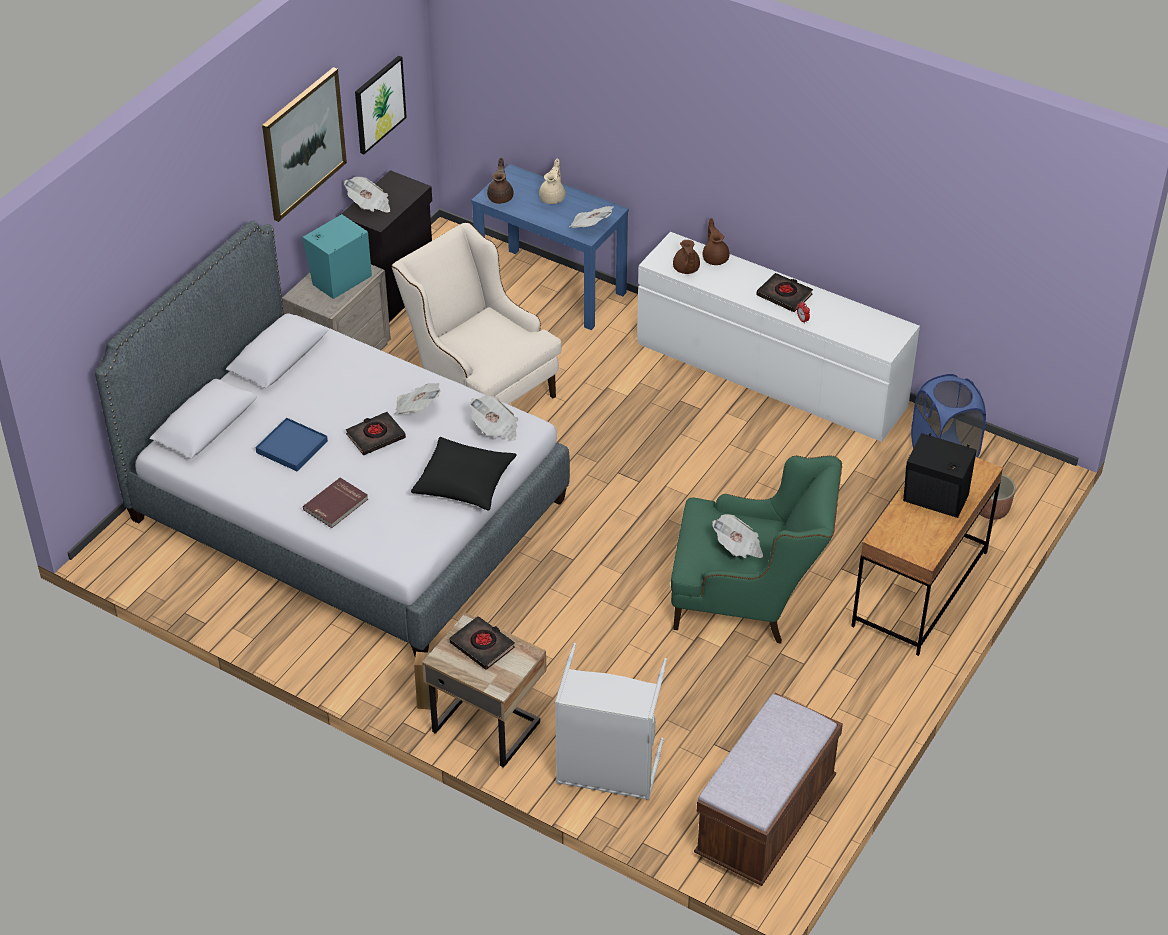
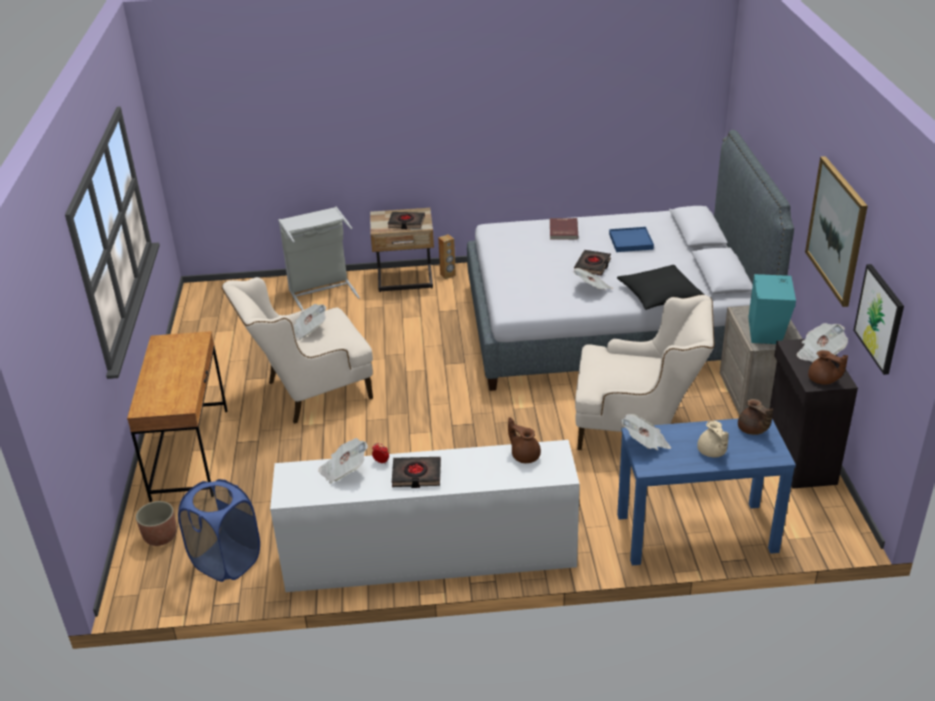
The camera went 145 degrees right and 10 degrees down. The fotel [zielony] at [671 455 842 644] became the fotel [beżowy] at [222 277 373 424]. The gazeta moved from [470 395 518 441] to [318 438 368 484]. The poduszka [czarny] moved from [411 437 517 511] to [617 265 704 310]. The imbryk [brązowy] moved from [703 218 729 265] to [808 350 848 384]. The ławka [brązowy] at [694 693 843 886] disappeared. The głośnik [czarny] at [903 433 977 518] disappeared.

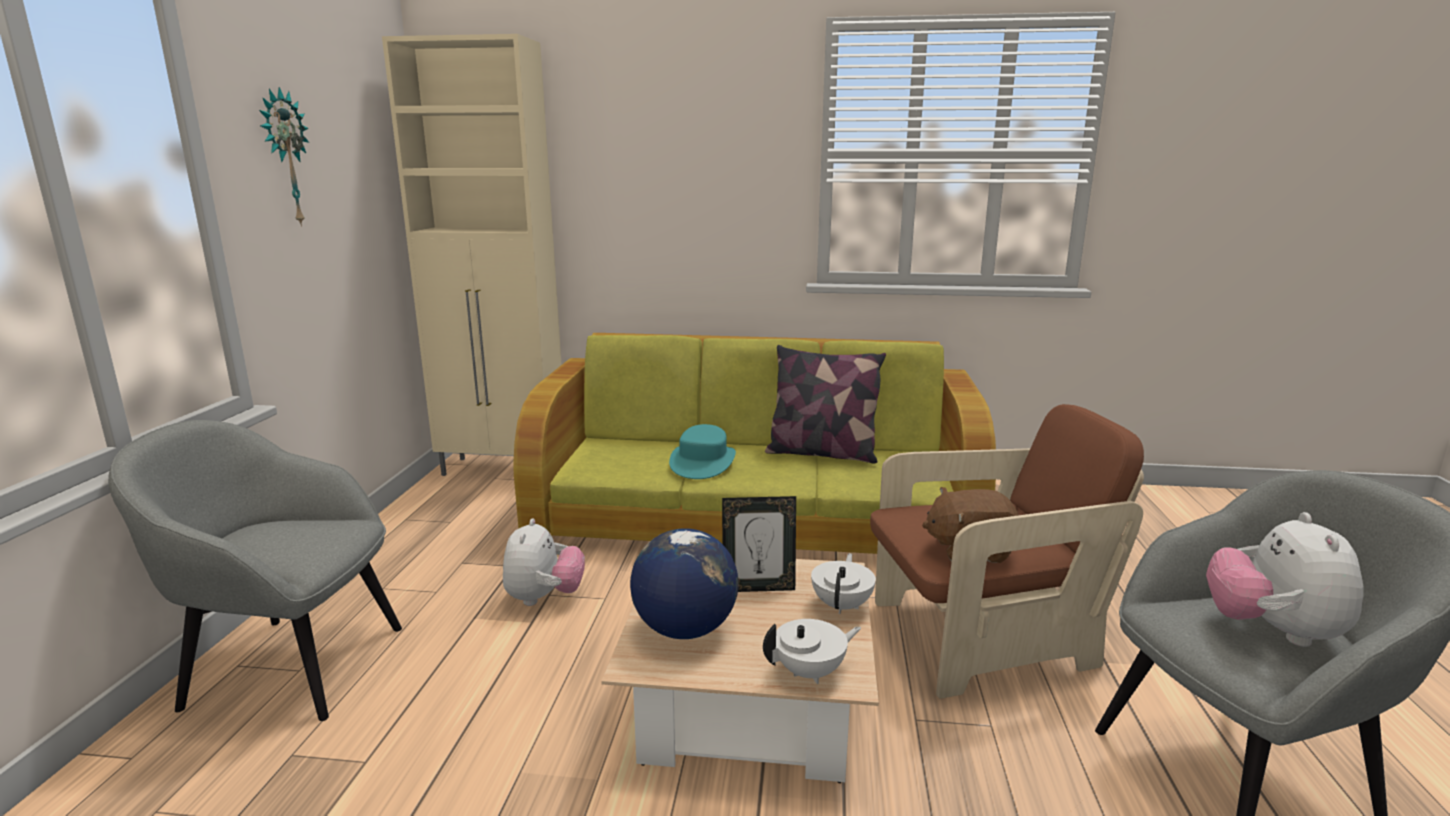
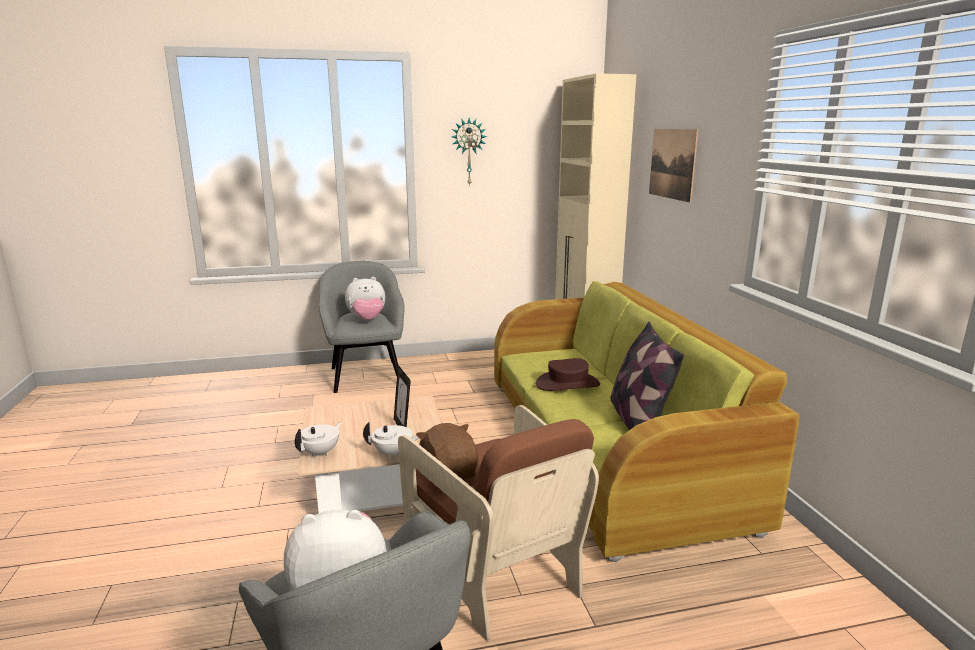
The camera went 70 degrees right and 0 degrees up. The imbryk [biały] at [763 619 861 684] turned 105 degrees counterclockwise. The pluszak moved from [503 518 585 606] to [345 277 385 320]. The kapelusz [turkusowy] at [669 424 736 479] became the kapelusz [brązowy] at [536 358 600 391]. The obraz at [649 129 698 203] appeared. The globus at [630 528 738 639] disappeared.

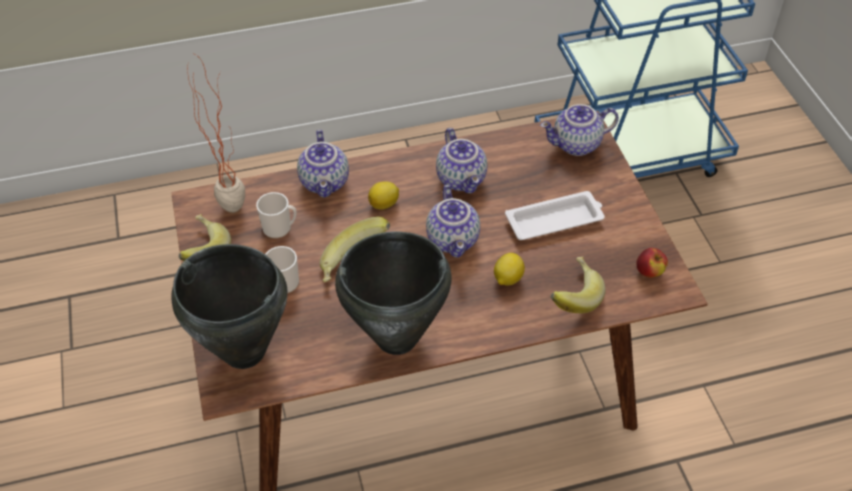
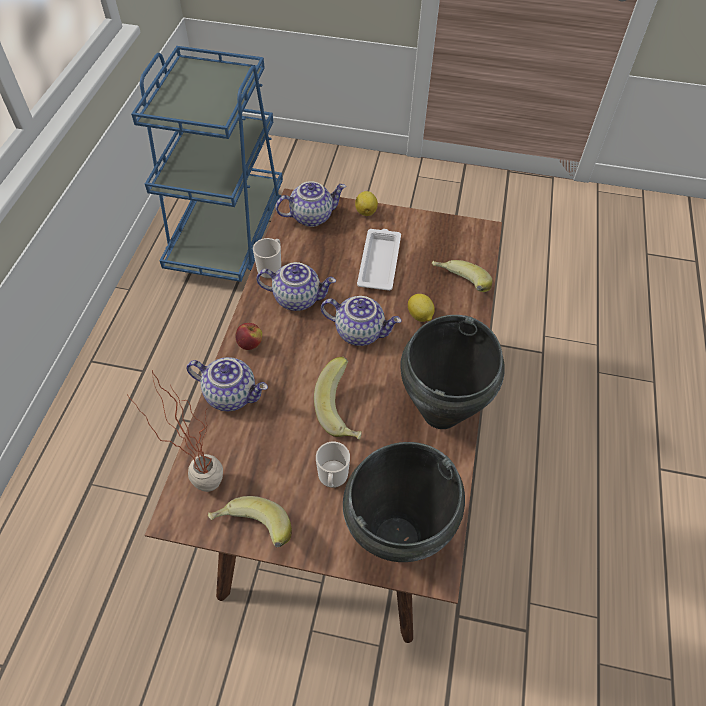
The camera went 65 degrees left and 5 degrees up. The jabłko moved from [637 248 668 278] to [236 323 262 350]. The kubek moved from [256 192 296 239] to [253 238 281 279]. The imbryk at [540 104 619 156] turned 120 degrees counterclockwise. The cytryna moved from [368 182 399 210] to [355 191 378 216].

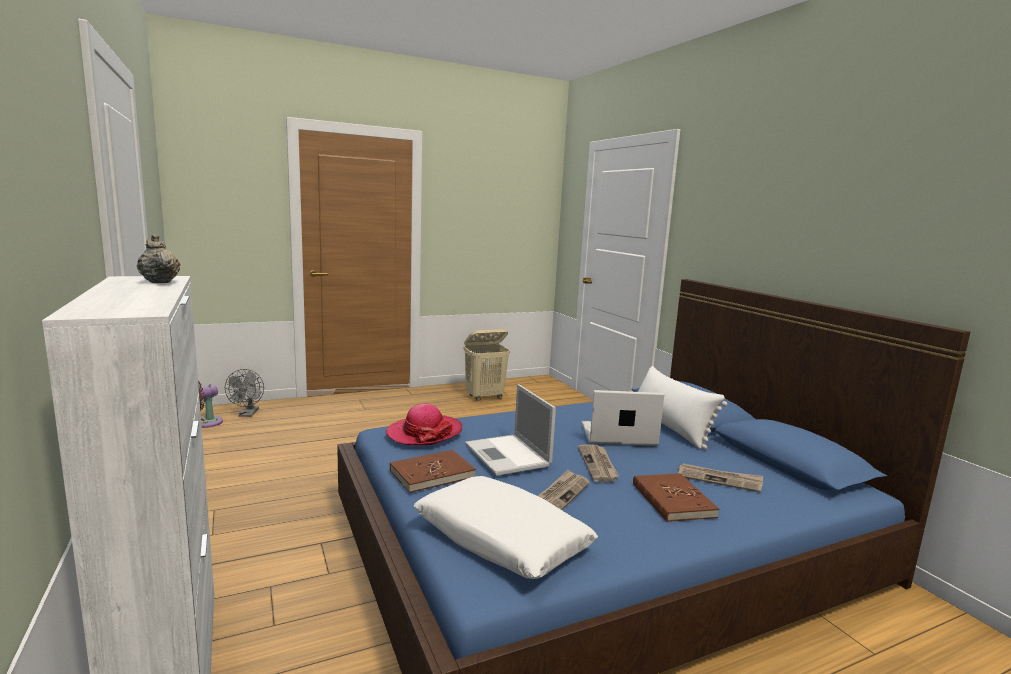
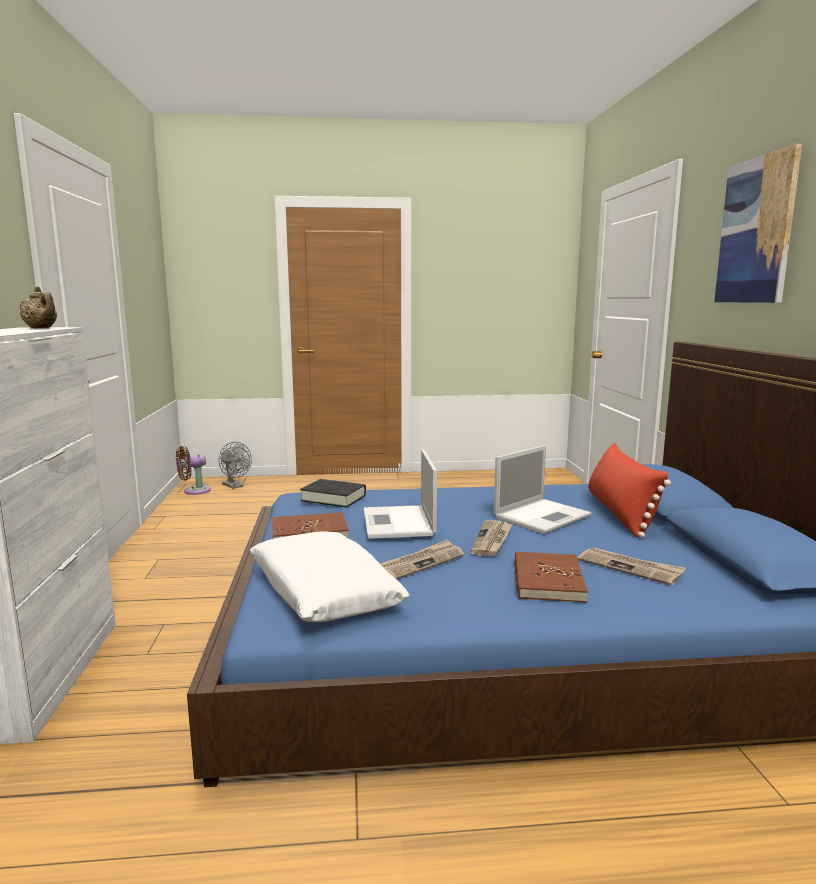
The camera went 20 degrees right and 0 degrees up. The imbryk [beżowy] at [137 234 181 283] turned 150 degrees clockwise. The wentylator [szary] at [225 369 264 417] turned 60 degrees counterclockwise. The kapelusz at [386 404 462 445] was replaced by the książka [czarny] at [300 479 366 508]. The laptop at [582 390 664 446] turned 120 degrees clockwise. The poduszka [biały] at [638 366 727 450] became the poduszka [czerwony] at [588 443 671 538]. The obraz at [714 144 802 303] appeared. The kosz na pranie [beżowy] at [463 329 510 401] disappeared.

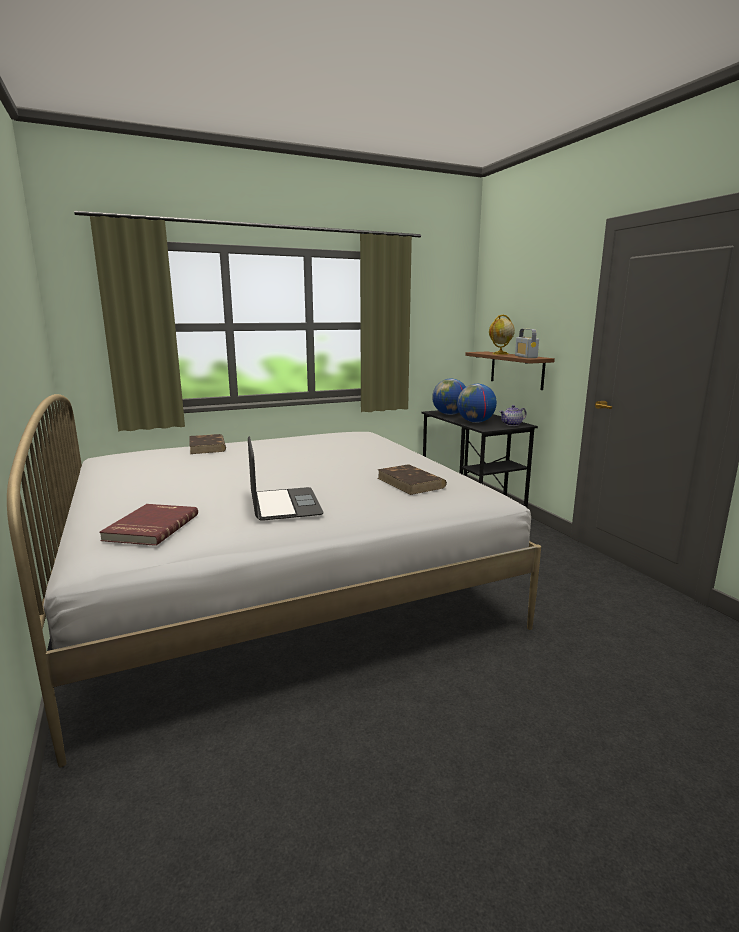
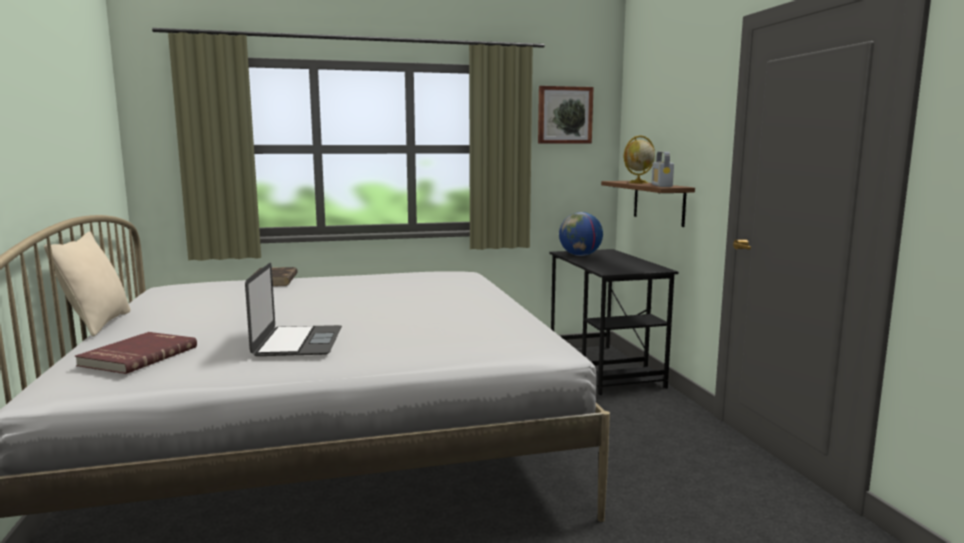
The camera went 10 degrees right and 5 degrees down. The poduszka [beżowy] at [44 231 131 336] appeared. The obraz at [538 86 594 144] appeared. The książka [brązowy] at [377 464 447 495] disappeared. The globus at [457 384 497 423] disappeared. The imbryk at [500 405 527 426] disappeared.

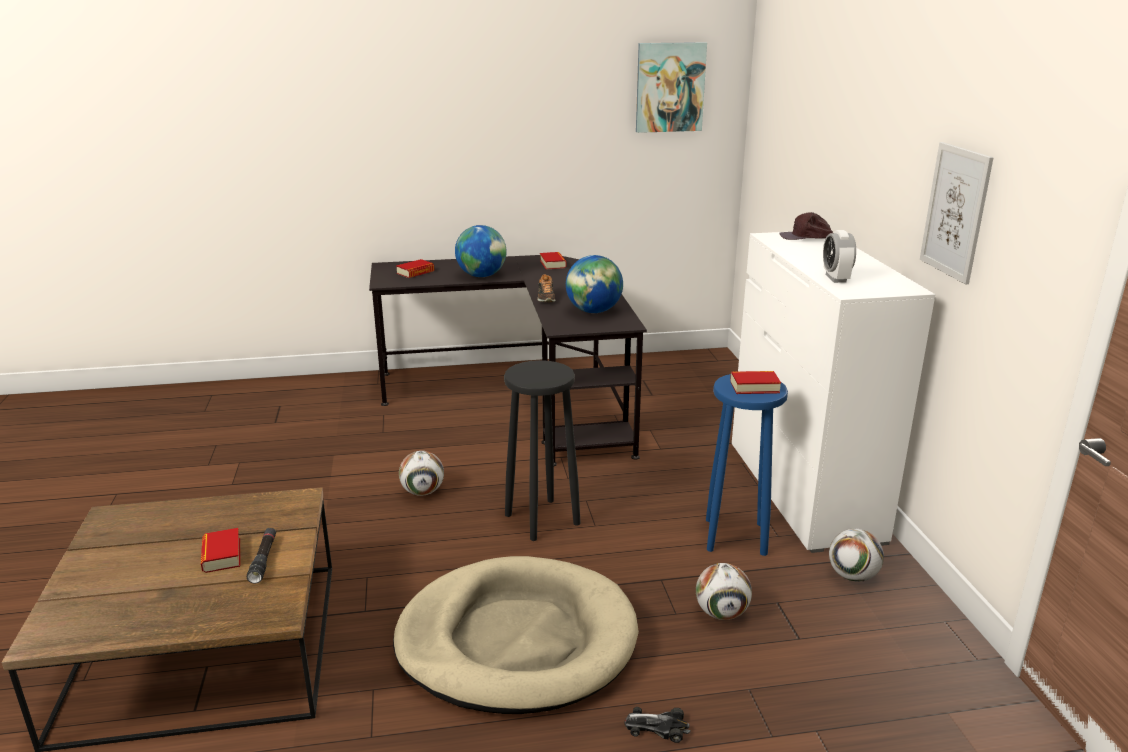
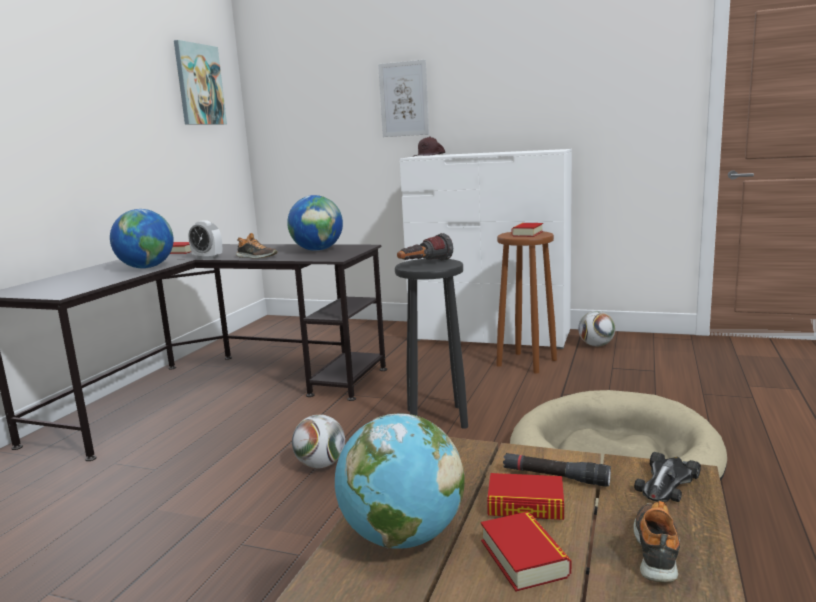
The camera went 60 degrees left and 10 degrees down. The budzik moved from [823 230 856 283] to [188 220 222 259]. The globus at [335 413 465 549] appeared. The obraz moved from [920 142 993 284] to [378 60 429 137]. The latarka at [397 233 453 261] appeared. The książka moved from [396 259 434 278] to [481 512 571 592]. The stołek [niebieski] at [706 374 788 556] became the stołek [brązowy] at [496 231 557 373]. The but at [633 501 680 583] appeared. The samochodzik moved from [624 707 691 743] to [634 452 701 502]. The piłka futbolowa at [696 563 752 620] disappeared.

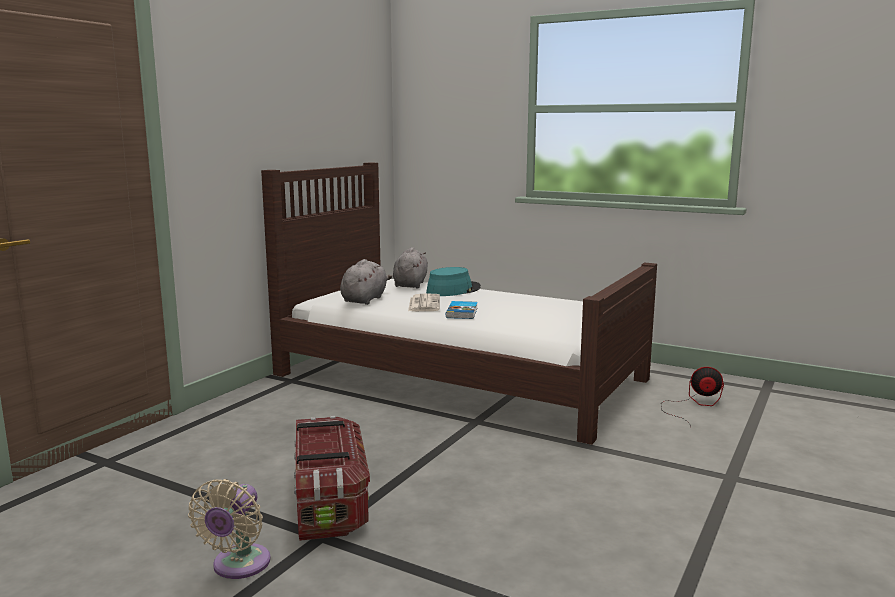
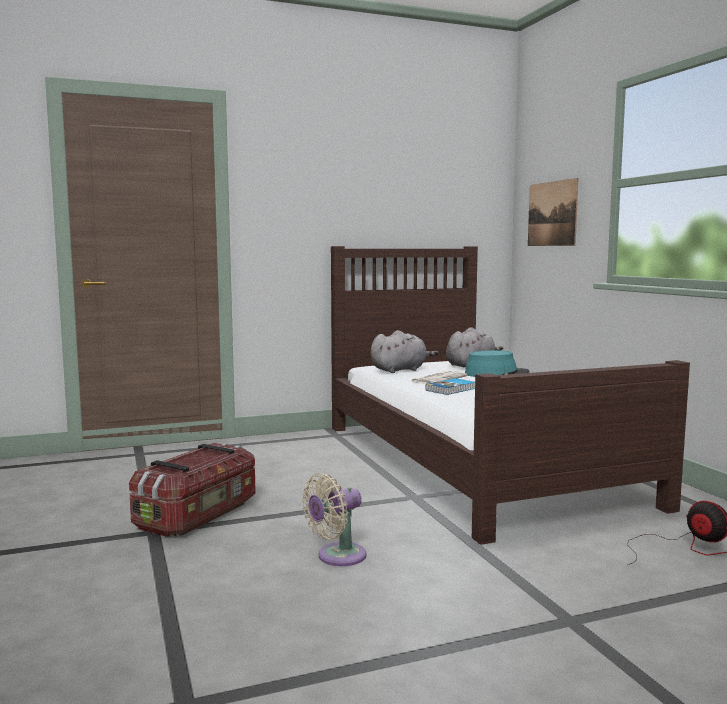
The camera went 40 degrees right and 5 degrees down. The wentylator [beżowy] moved from [188 479 271 579] to [302 473 366 566]. The obraz at [528 178 579 246] appeared.

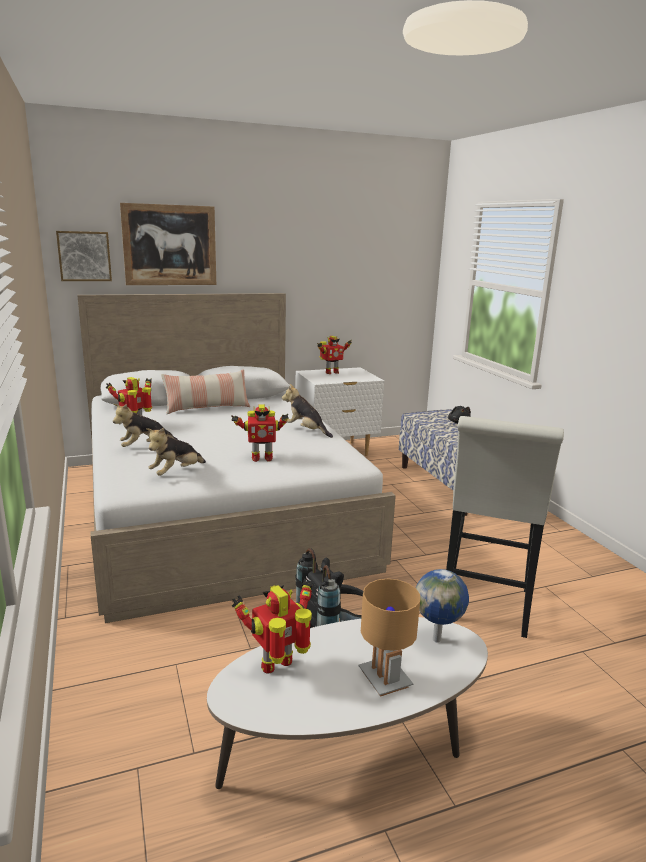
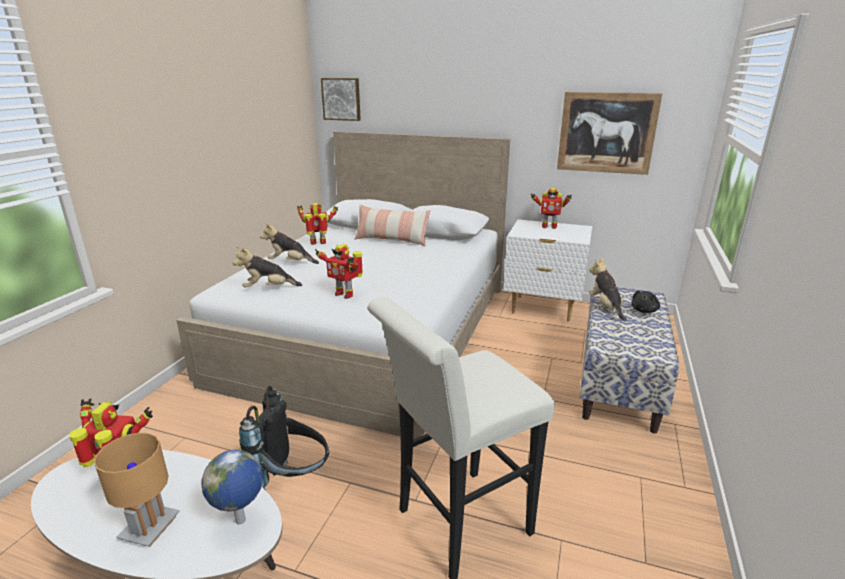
The camera went 40 degrees right and 5 degrees up. The obraz moved from [120 203 216 285] to [557 92 662 175]. The pluszak moved from [282 384 333 438] to [589 257 627 321].

